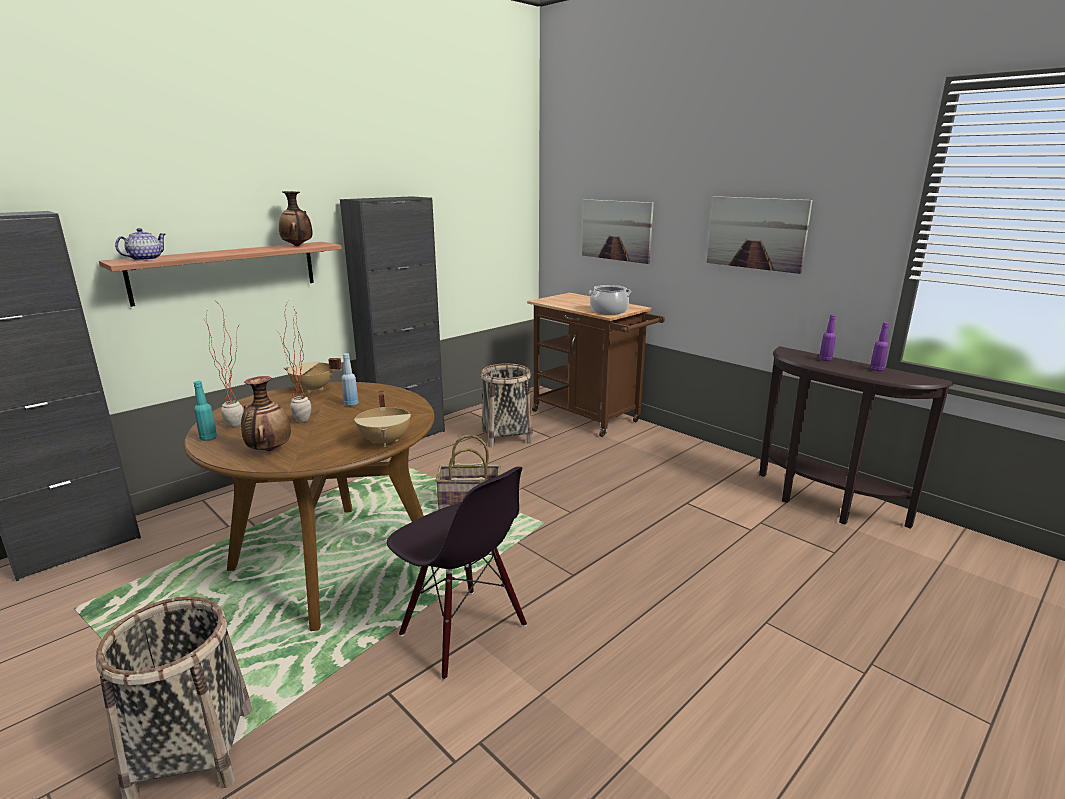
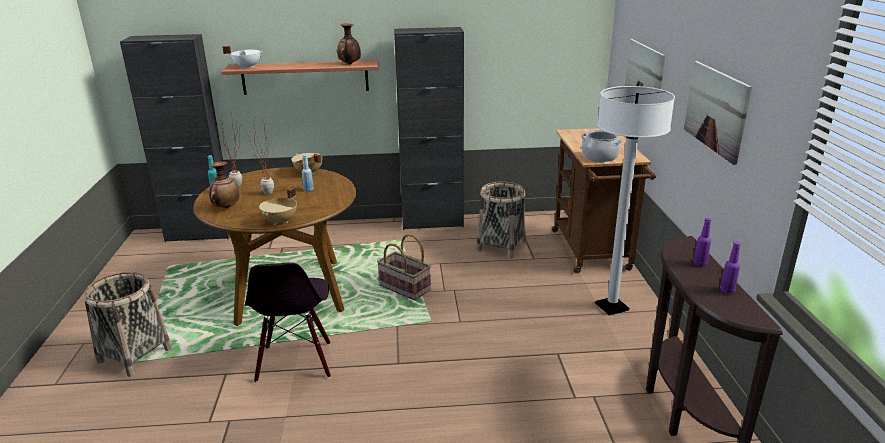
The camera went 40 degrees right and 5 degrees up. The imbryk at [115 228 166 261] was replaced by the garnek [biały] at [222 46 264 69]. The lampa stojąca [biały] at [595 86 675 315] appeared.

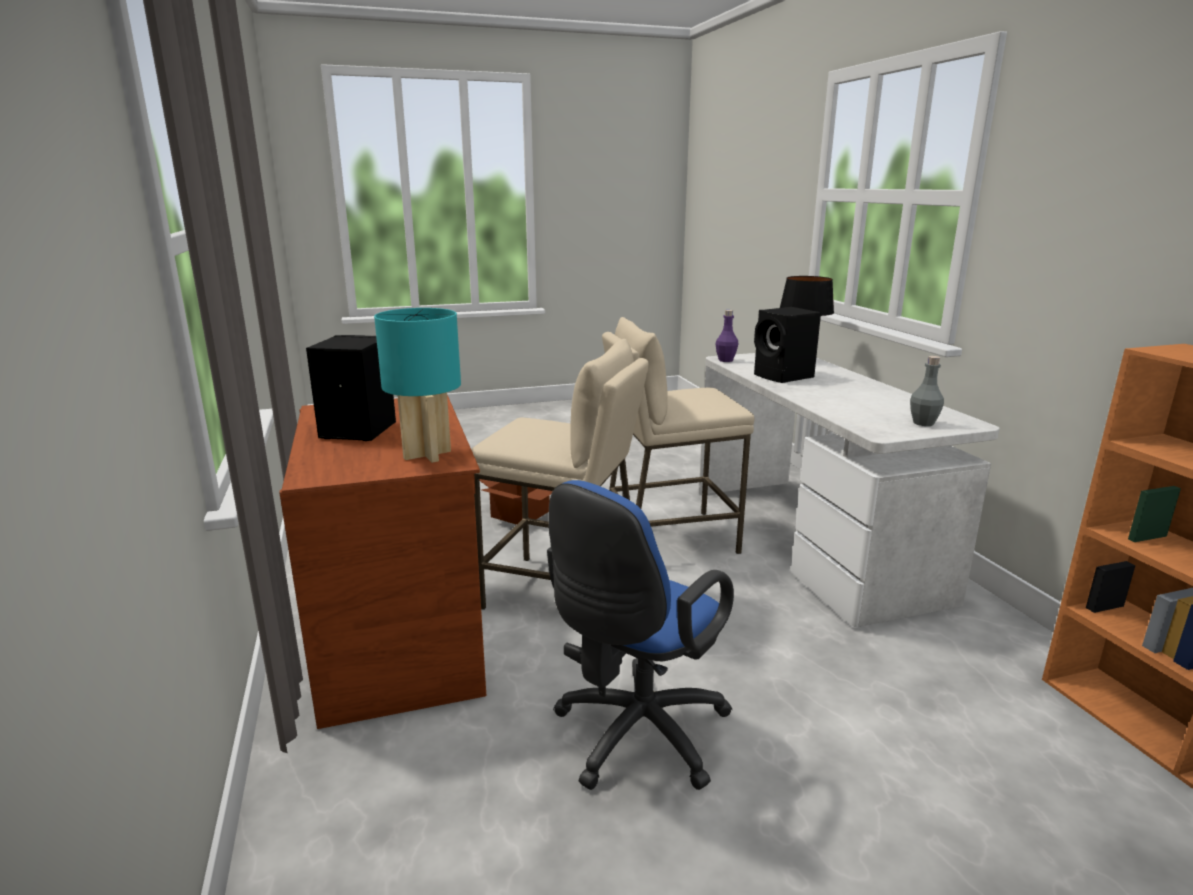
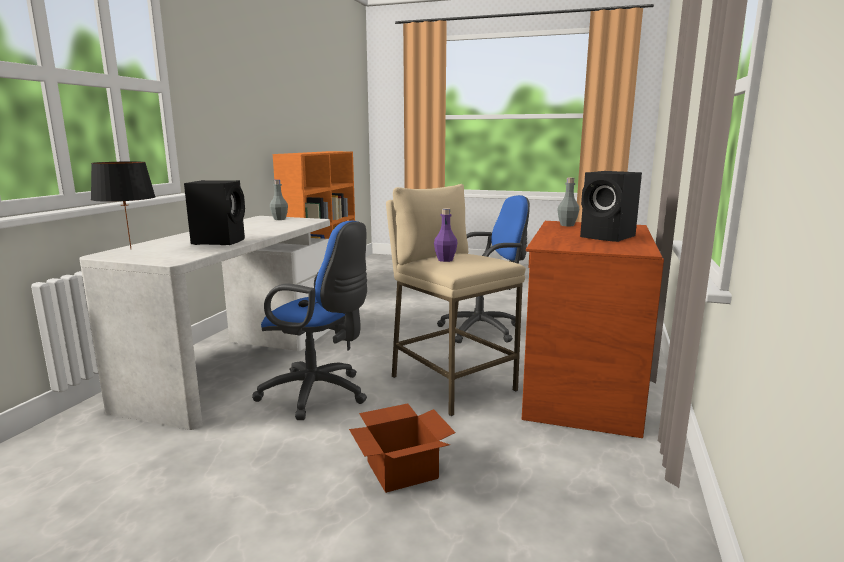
The camera went 145 degrees left and 5 degrees down. The stołek [beżowy] at [602 317 755 554] was replaced by the krzesło biurowe [niebieski] at [252 221 367 420]. The butelka [fioletowy] moved from [716 310 738 362] to [434 208 457 262]. The lampa stołowa [turkusowy] at [374 308 461 463] was replaced by the butelka [szary] at [557 178 579 226].

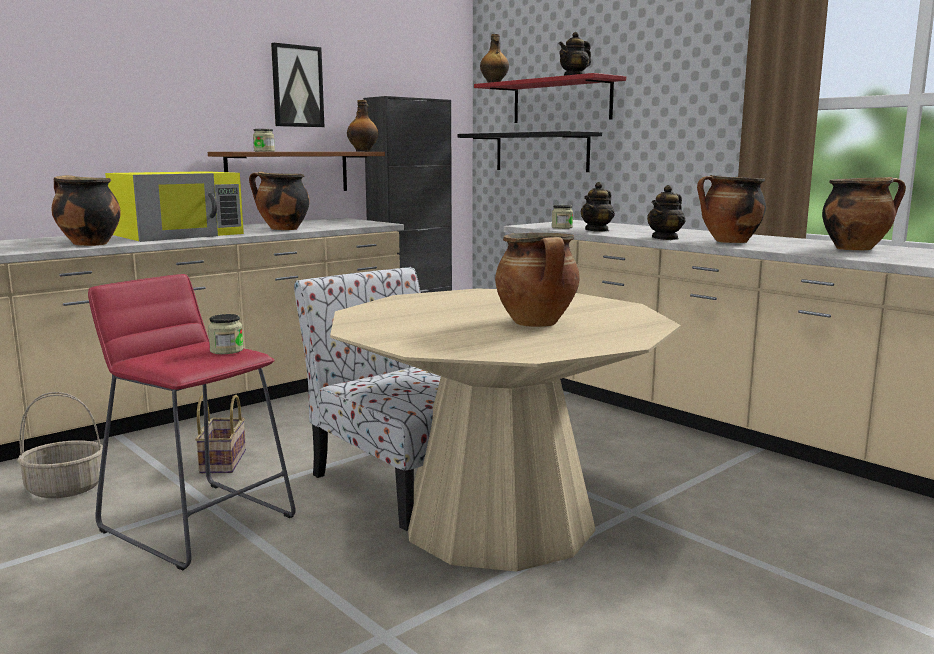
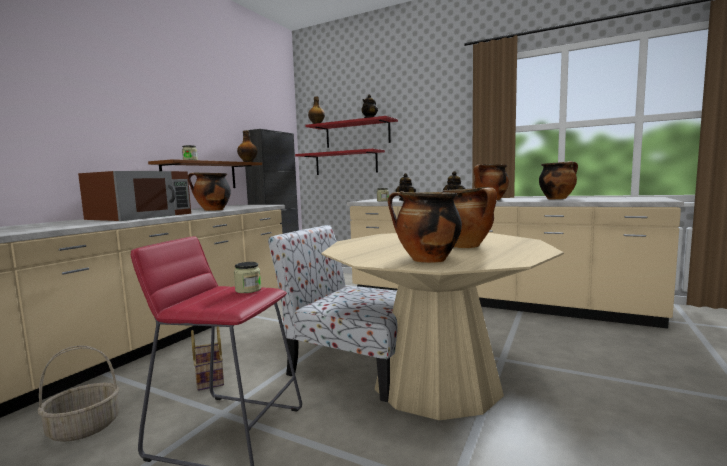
The camera went 20 degrees left and 5 degrees down. The mikrofalówka [żółty] at [105 171 244 242] became the mikrofalówka [brązowy] at [78 171 191 221]. The półka [czarny] at [458 131 602 172] became the półka [czerwony] at [295 149 385 175]. The garnek moved from [51 175 121 246] to [388 191 462 263]. The obraz at [271 43 324 127] disappeared.

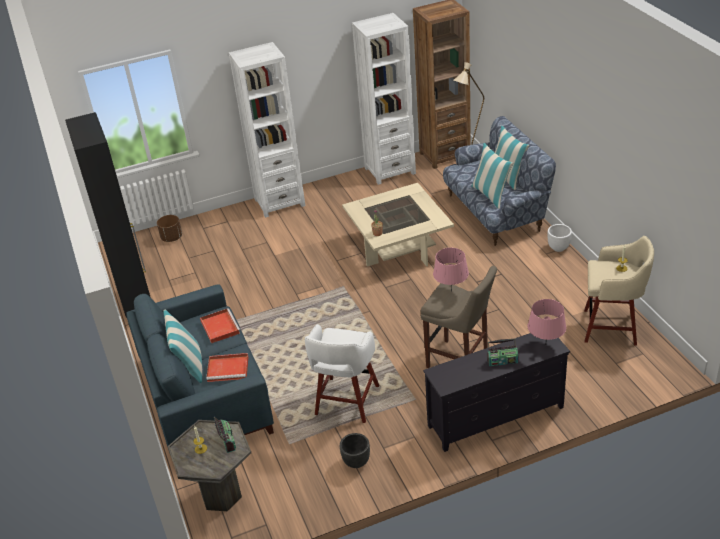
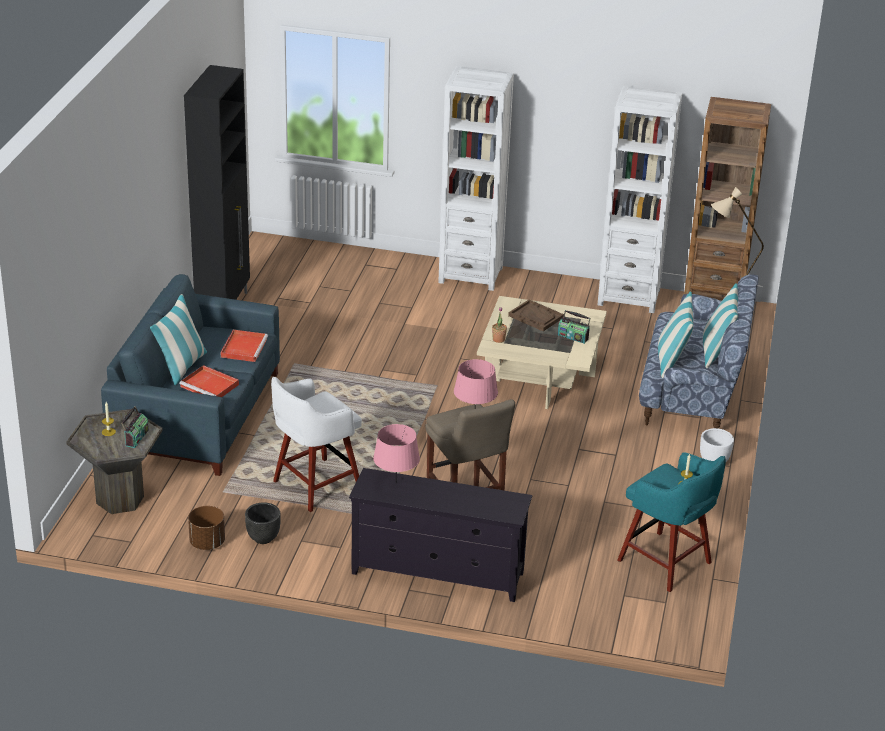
The camera went 30 degrees right and 5 degrees down. The donica [brązowy] moved from [157 215 182 242] to [188 506 225 550]. The lampa stołowa [różowy] moved from [527 299 566 340] to [373 424 420 480]. The taca [brązowy] at [508 300 564 331] appeared. The radio moved from [487 339 518 366] to [558 310 591 344]. The stołek [beżowy] at [584 236 654 346] became the stołek [turkusowy] at [617 452 726 592].

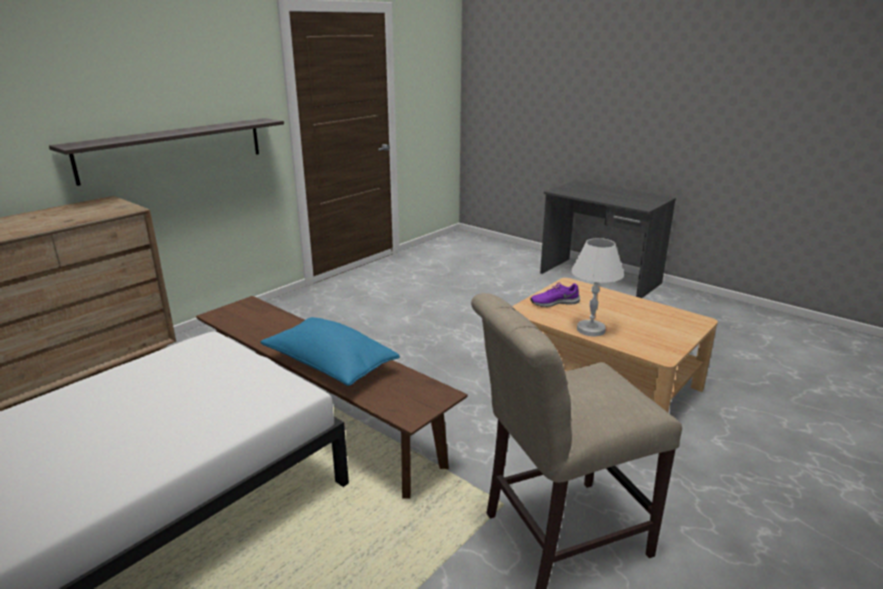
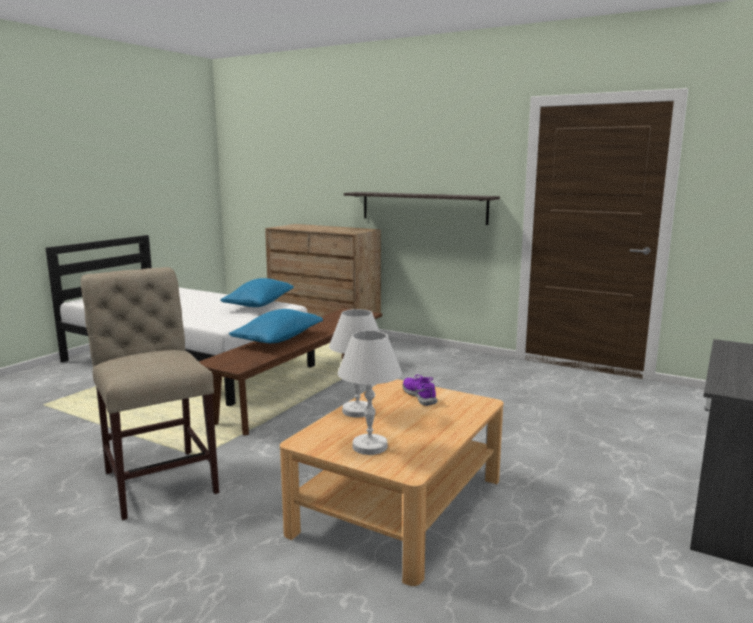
The camera went 80 degrees right and 10 degrees down. The poduszka [niebieski] at [220 278 294 307] appeared. The lampa stołowa [biały] at [338 331 402 455] appeared.

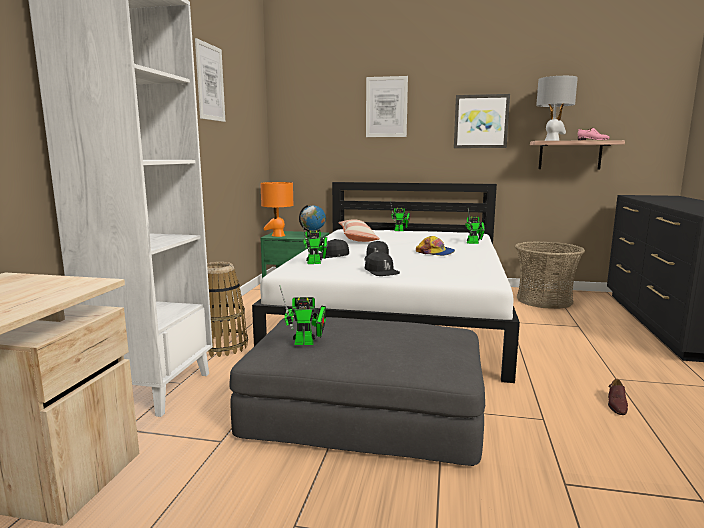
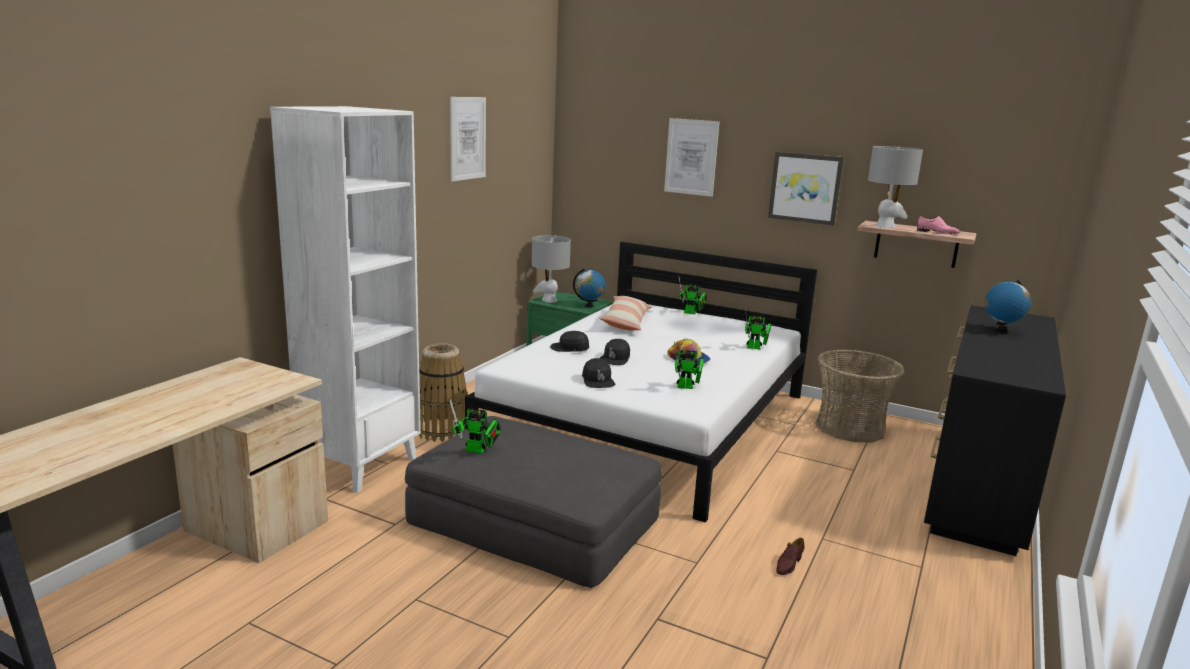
The camera went 15 degrees right and 5 degrees up. The lampa stołowa [pomarańczowy] at [260 182 293 237] became the lampa stołowa [szary] at [532 235 571 303]. The robot zabawkowy moved from [301 220 327 264] to [674 341 704 389]. The globus at [985 280 1031 333] appeared.

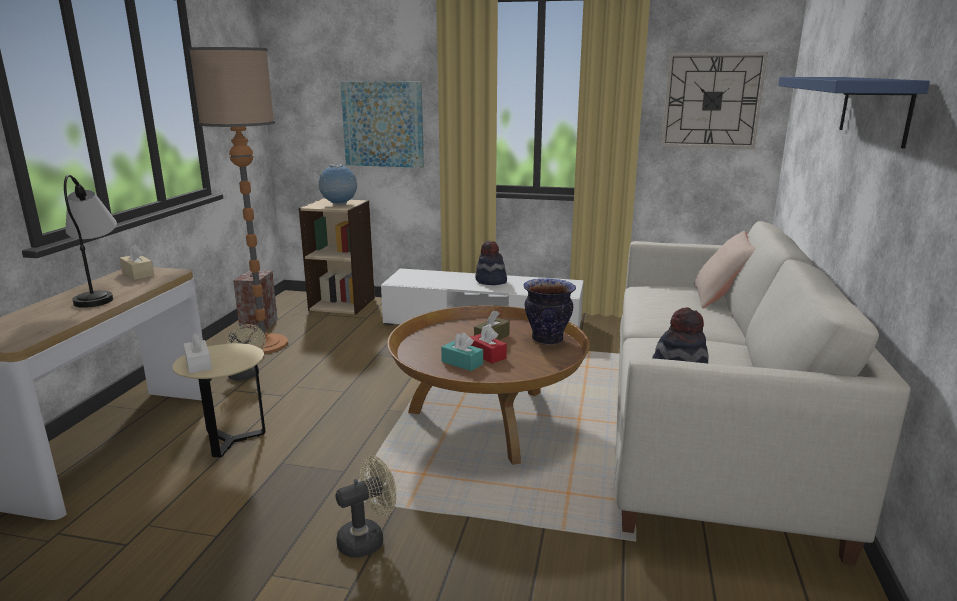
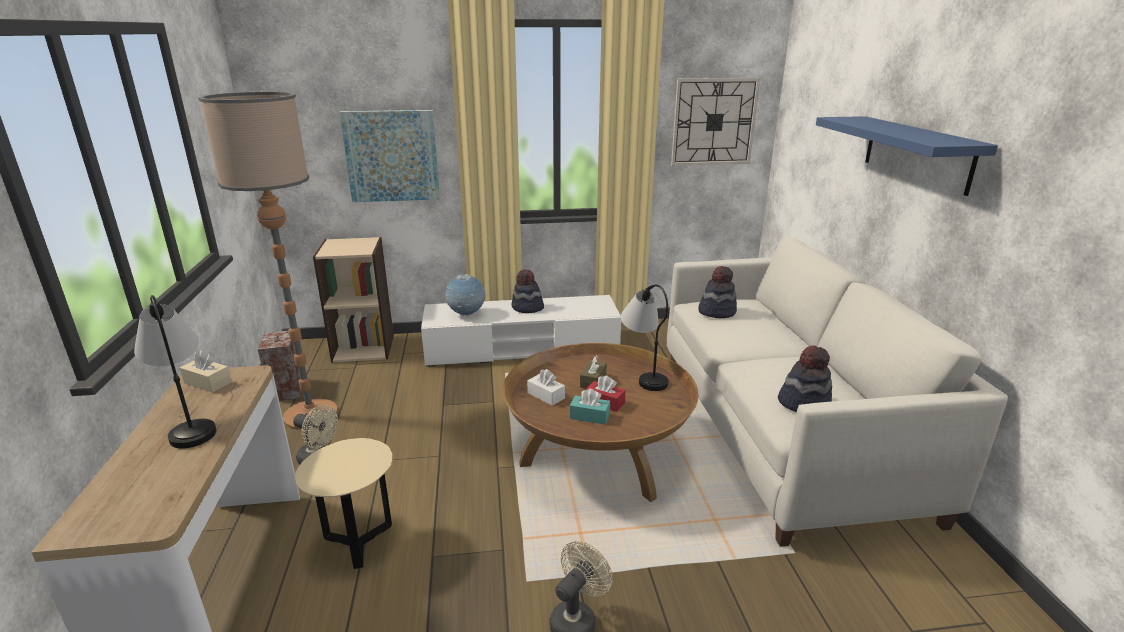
The camera went 20 degrees left and 5 degrees up. The globus moved from [318 164 358 205] to [445 274 485 316]. The pudełko chusteczek [biały] moved from [183 333 212 373] to [527 369 565 406]. The wazon at [524 278 576 345] was replaced by the lampa stołowa at [621 284 669 391]. The kapelusz at [698 266 737 318] appeared. The poduszka [beżowy] at [694 231 756 308] disappeared.

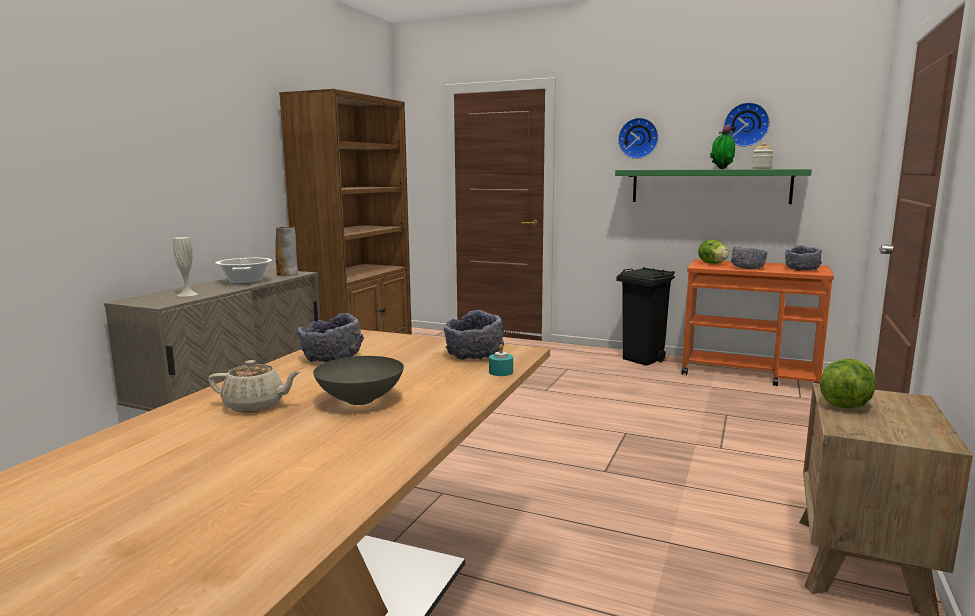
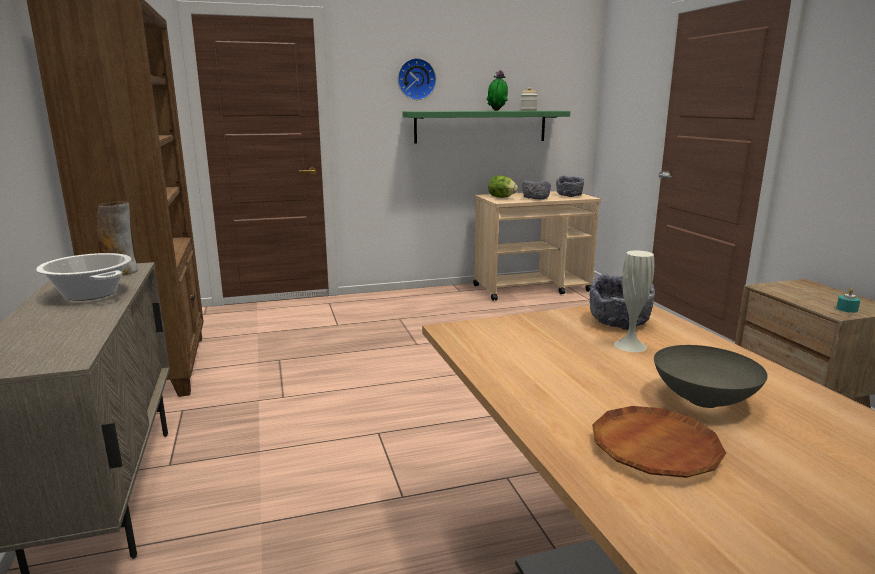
The camera went 40 degrees left and 5 degrees up. The wózek [pomarańczowy] at [681 259 834 386] became the wózek [beżowy] at [473 191 601 301]. The imbryk [beżowy] at [208 360 301 412] was replaced by the talerz [brązowy] at [592 406 726 478]. The wazon [biały] moved from [173 237 198 297] to [614 251 654 352]. The świeca [turkusowy] moved from [489 344 513 376] to [836 288 861 313]. The miska [szary] at [298 313 364 362] disappeared. The kosz na śmieci [czarny] at [616 267 675 366] disappeared. The zegar ścienny at [724 102 770 147] disappeared. The sałata at [820 359 876 408] disappeared.

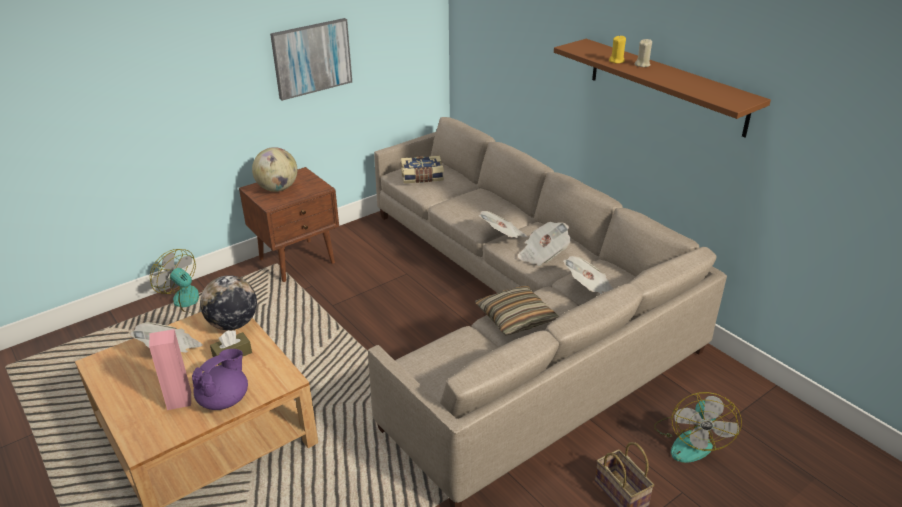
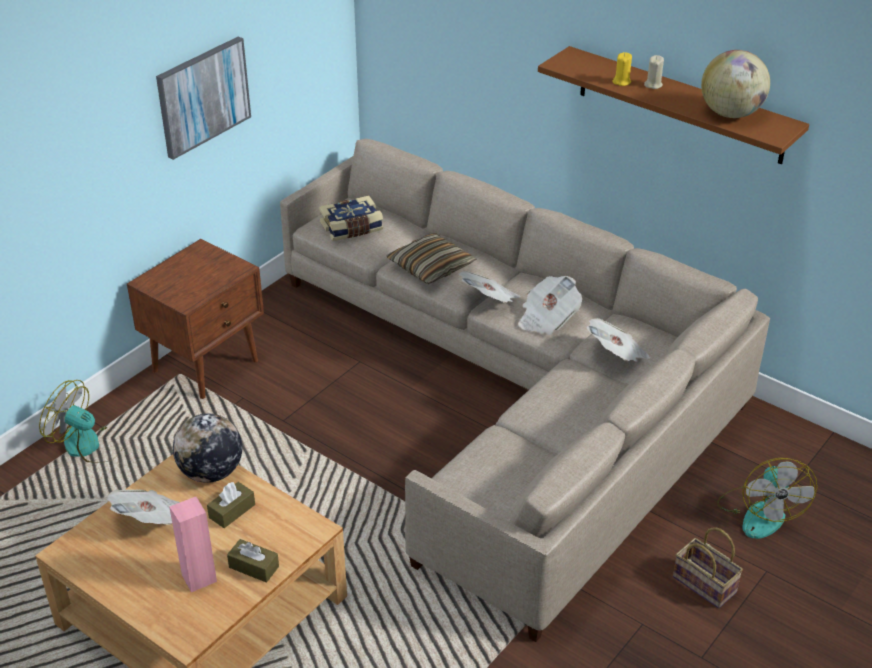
The camera went 15 degrees left and 5 degrees up. The imbryk [fioletowy] at [192 349 248 410] was replaced by the pudełko chusteczek [brązowy] at [227 539 279 583]. The poduszka moved from [475 285 559 336] to [386 233 476 284]. The globus moved from [252 147 297 192] to [701 50 770 118].

